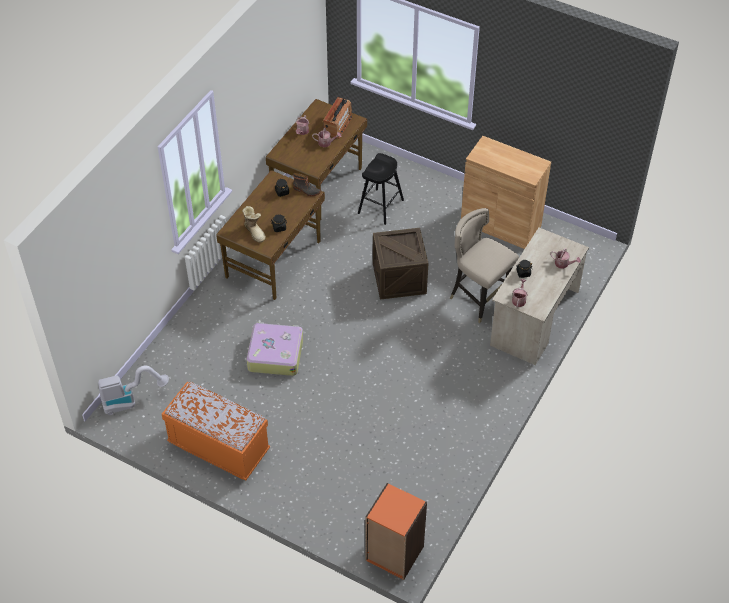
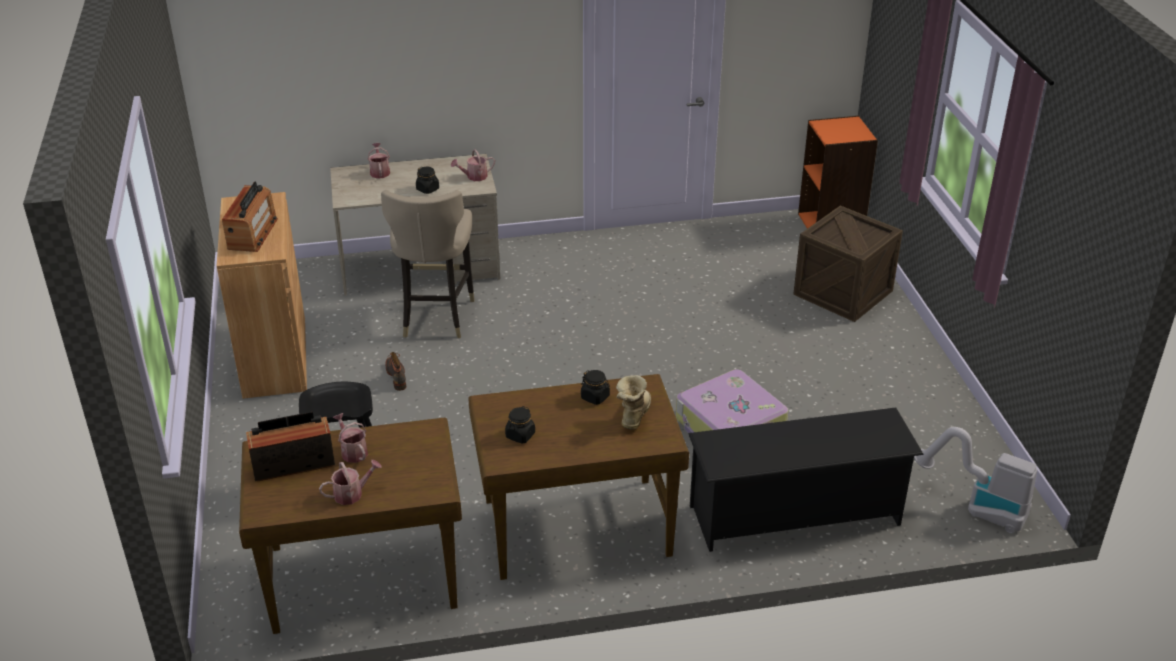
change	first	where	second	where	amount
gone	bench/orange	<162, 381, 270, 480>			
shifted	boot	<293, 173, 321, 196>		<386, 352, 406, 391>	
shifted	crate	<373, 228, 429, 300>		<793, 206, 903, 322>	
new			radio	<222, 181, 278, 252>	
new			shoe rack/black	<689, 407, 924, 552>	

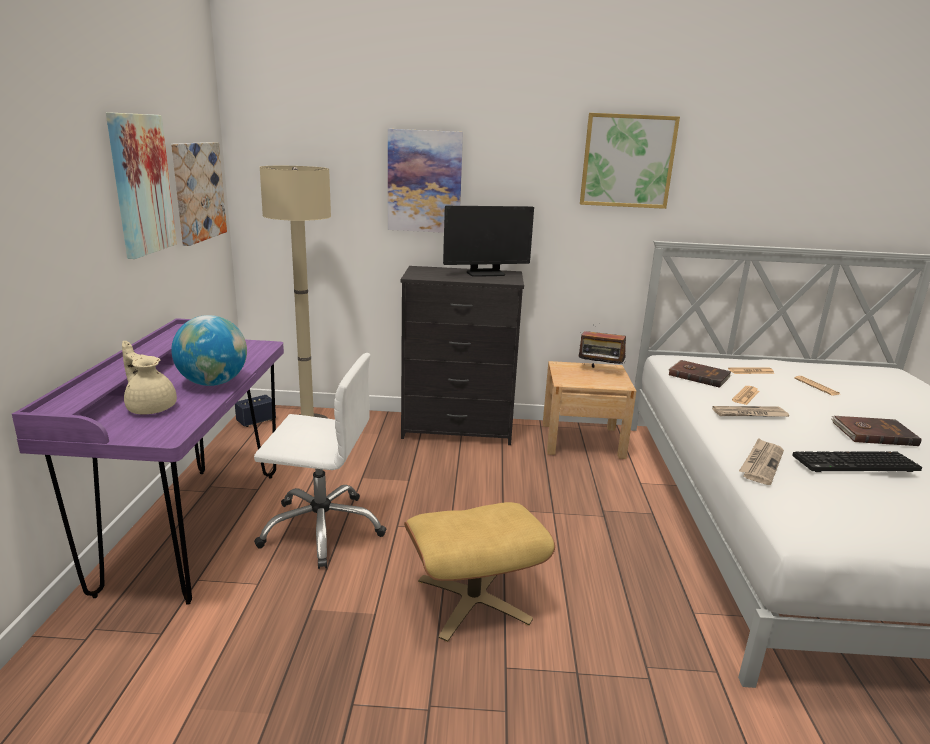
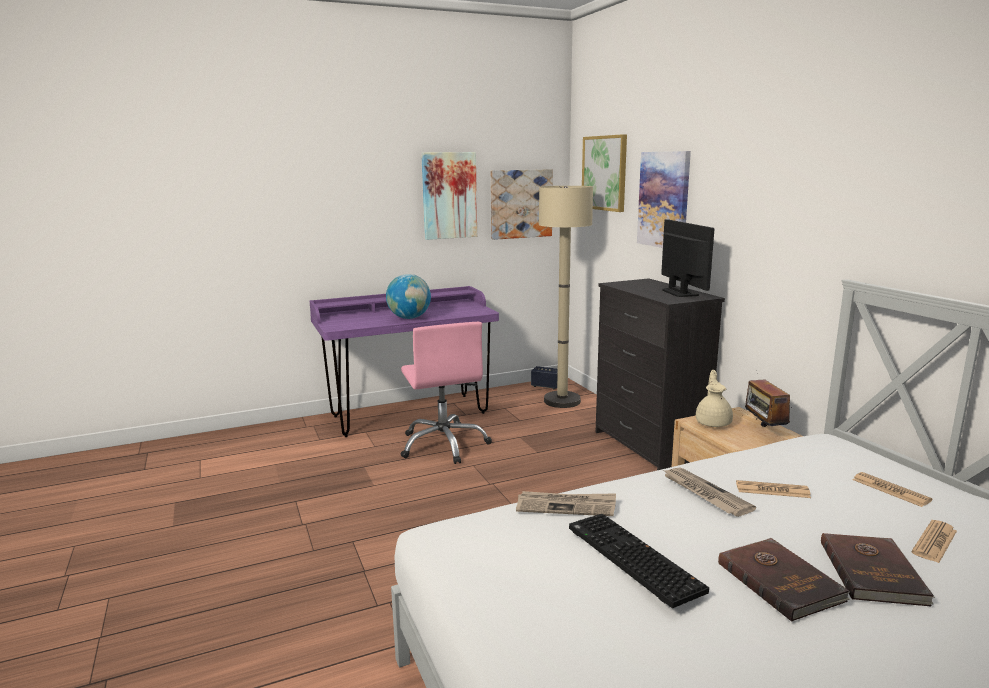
change	first	where	second	where	amount
shifted	teapot/beige	<122, 341, 177, 414>		<696, 370, 733, 427>	
repainted	office chair/white	<254, 353, 386, 569>	office chair/pink	<401, 322, 492, 464>	
gone	ottoman/beige	<404, 502, 555, 642>			
rotated	monitor	<443, 206, 534, 277>		<661, 219, 714, 297>	150 degrees counterclockwise
shifted	picture	<580, 113, 680, 209>		<582, 134, 627, 212>	
shifted	book/brown	<669, 360, 731, 388>		<821, 533, 935, 606>	

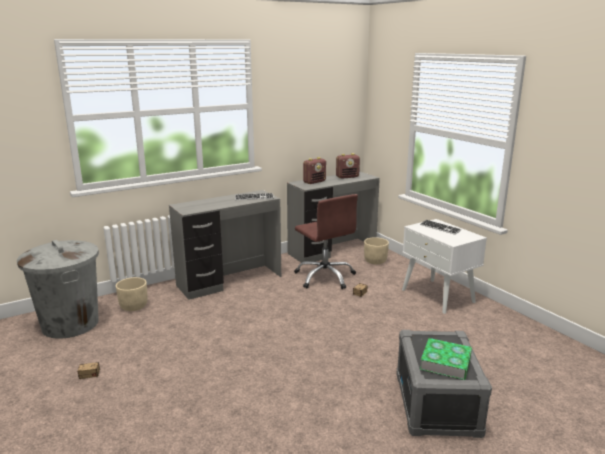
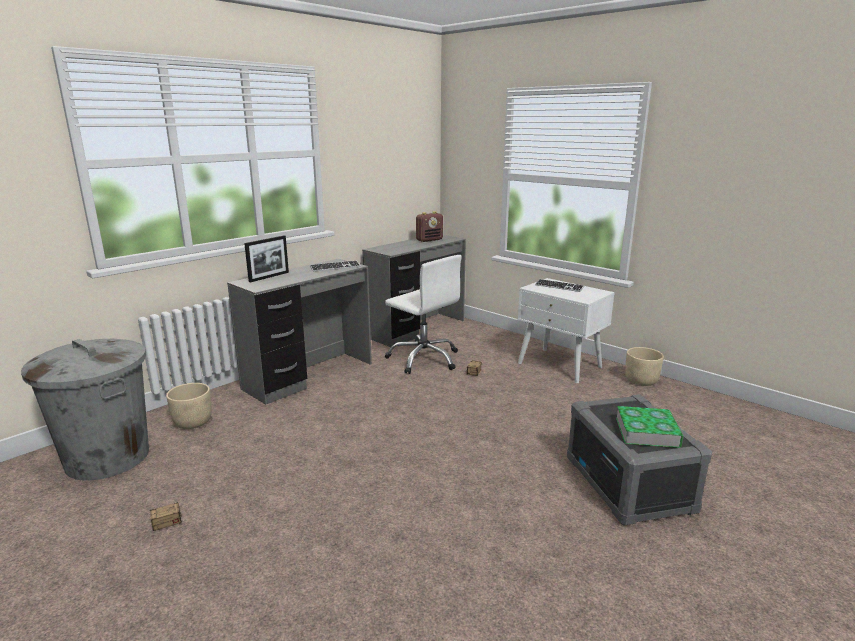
change	first	where	second	where	amount
repainted	office chair/brown	<294, 194, 358, 289>	office chair/white	<385, 255, 462, 374>	
gone	radio	<303, 157, 326, 184>			
shifted	planter/beige	<364, 237, 389, 264>		<625, 347, 664, 386>	
new			picture frame	<244, 236, 289, 283>	

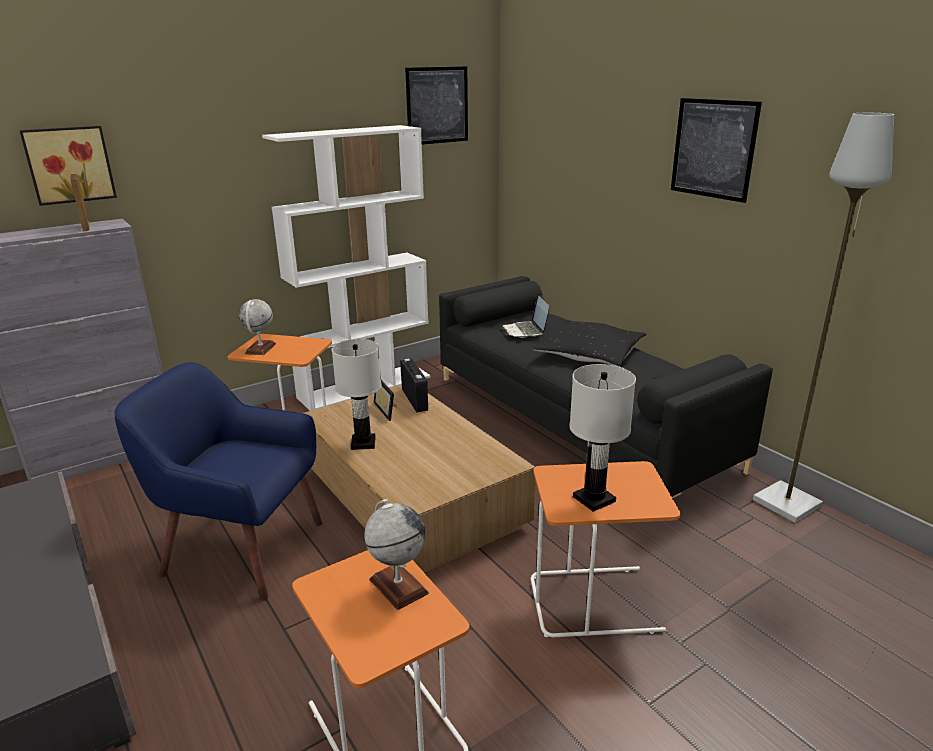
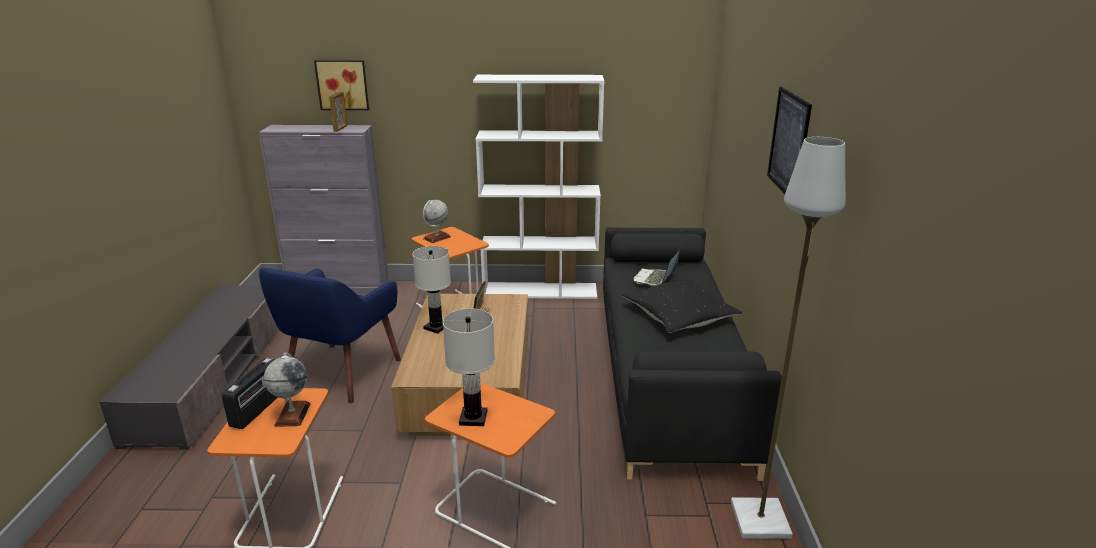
change	first	where	second	where	amount
rotated	armchair/blue	<114, 362, 323, 601>		<259, 268, 401, 403>	120 degrees counterclockwise
shifted	radio	<400, 358, 428, 412>		<222, 358, 278, 429>	
gone	picture	<405, 66, 468, 145>			

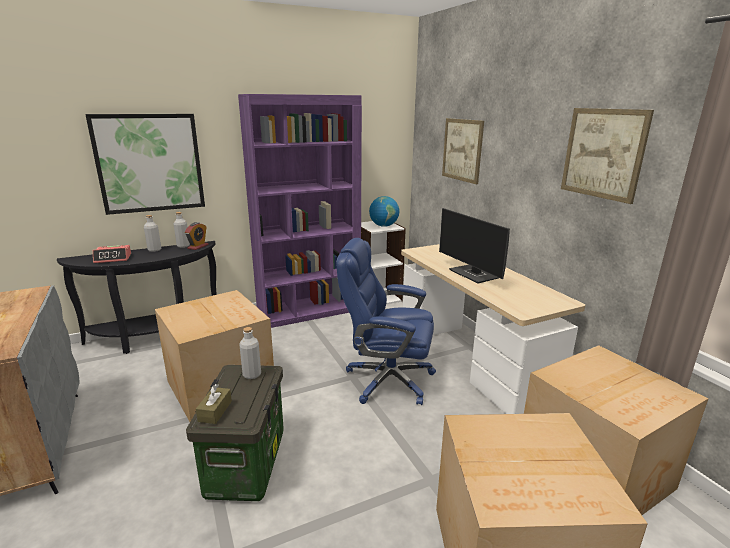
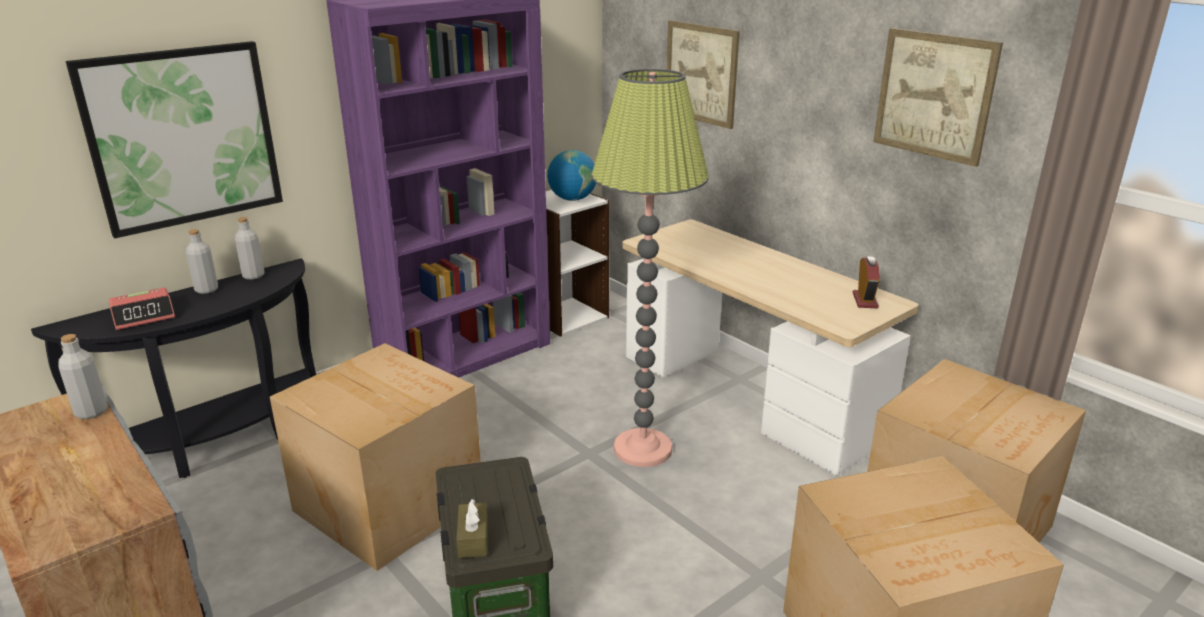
change	first	where	second	where	amount
shifted	alarm clock	<185, 222, 209, 250>		<853, 256, 880, 308>	
shifted	bottle/grey	<240, 327, 261, 379>		<58, 334, 107, 419>	
swapped	office chair/blue	<336, 238, 436, 405>	floor lamp	<591, 69, 709, 467>	
gone	monitor	<439, 208, 510, 283>			

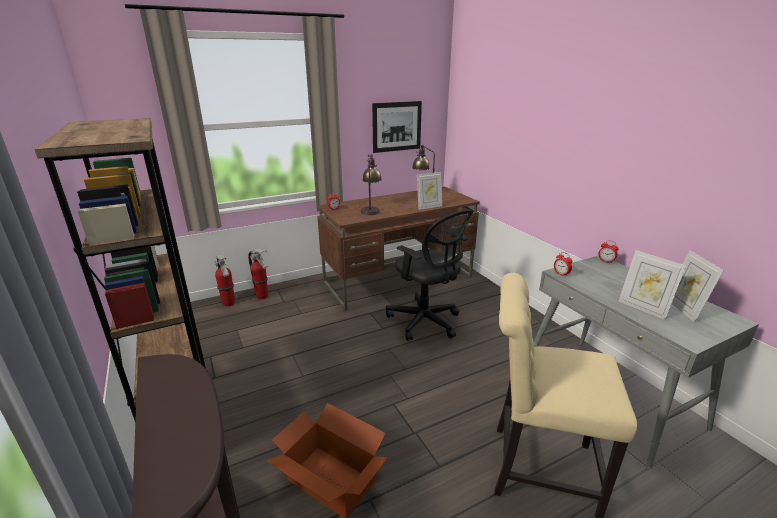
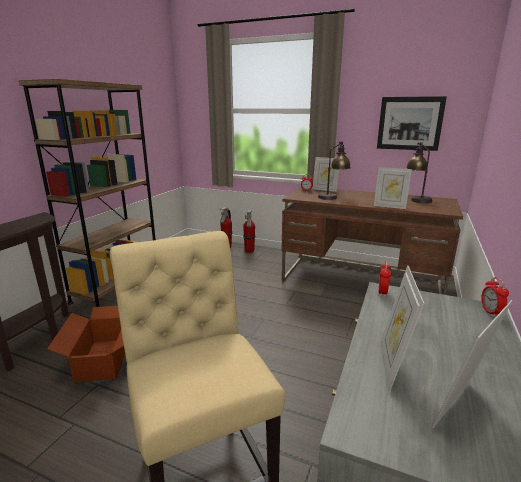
change	first	where	second	where	amount
gone	office chair/black	<386, 209, 473, 341>			
new			picture frame	<312, 157, 339, 192>	

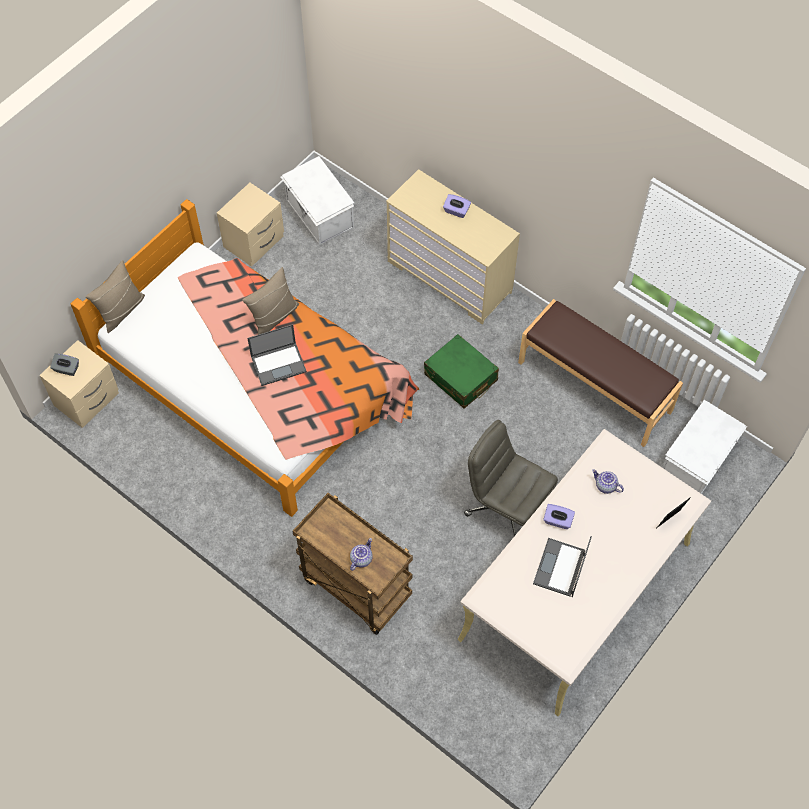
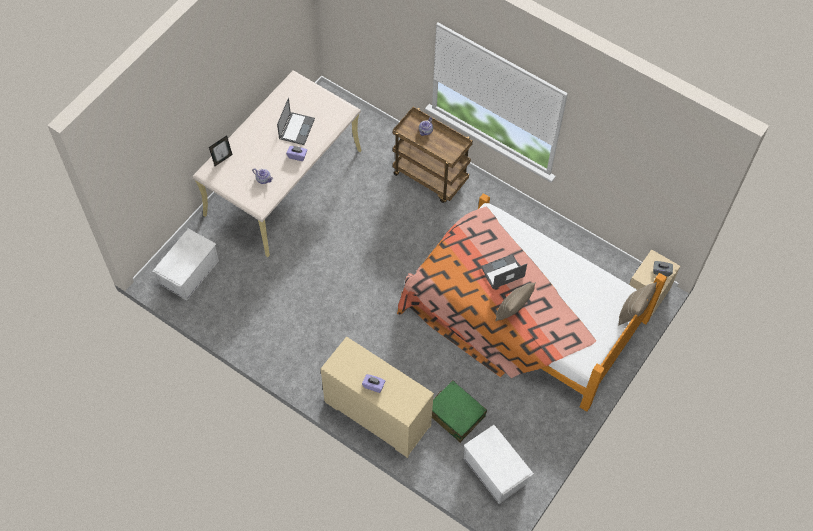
change	first	where	second	where	amount
gone	nightstand/beige	<217, 183, 284, 267>			
shifted	suitcase/green	<424, 334, 499, 408>		<432, 380, 487, 443>	
gone	office chair/grey	<464, 420, 558, 536>			
gone	bench/brown	<518, 299, 683, 447>			

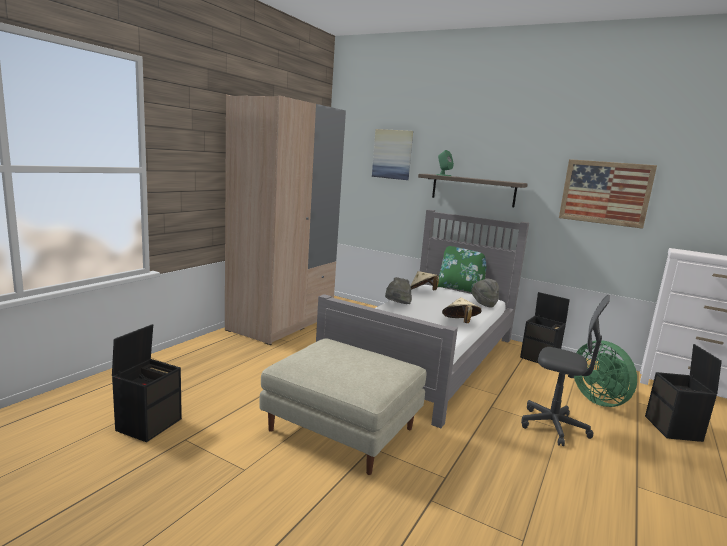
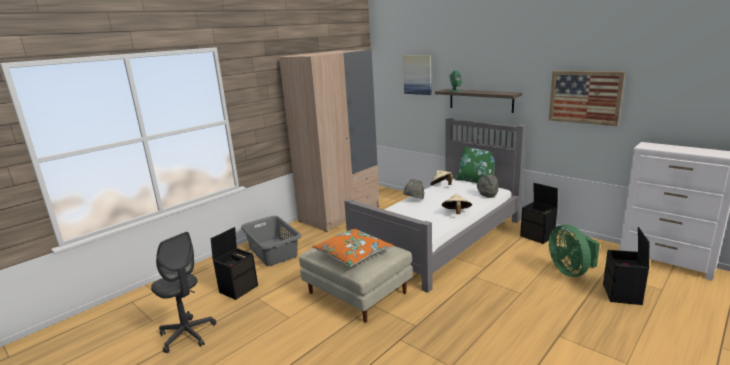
change	first	where	second	where	amount
shifted	office chair/grey	<521, 295, 609, 446>		<151, 232, 216, 353>	
new			laundry basket/grey	<241, 216, 301, 266>	
new			pillow/orange	<312, 229, 394, 267>	

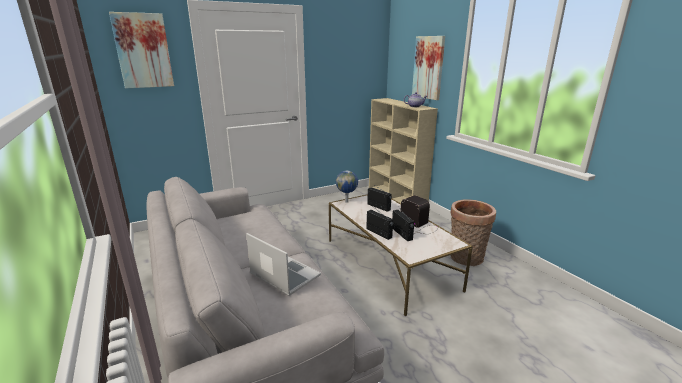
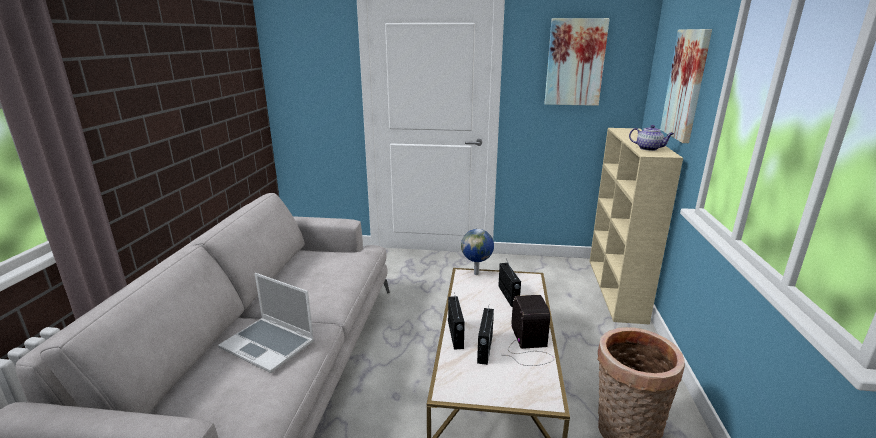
change	first	where	second	where	amount
shifted	picture	<109, 12, 174, 89>		<544, 18, 610, 106>	
rotated	laptop	<246, 233, 321, 296>		<218, 273, 314, 373>	135 degrees clockwise

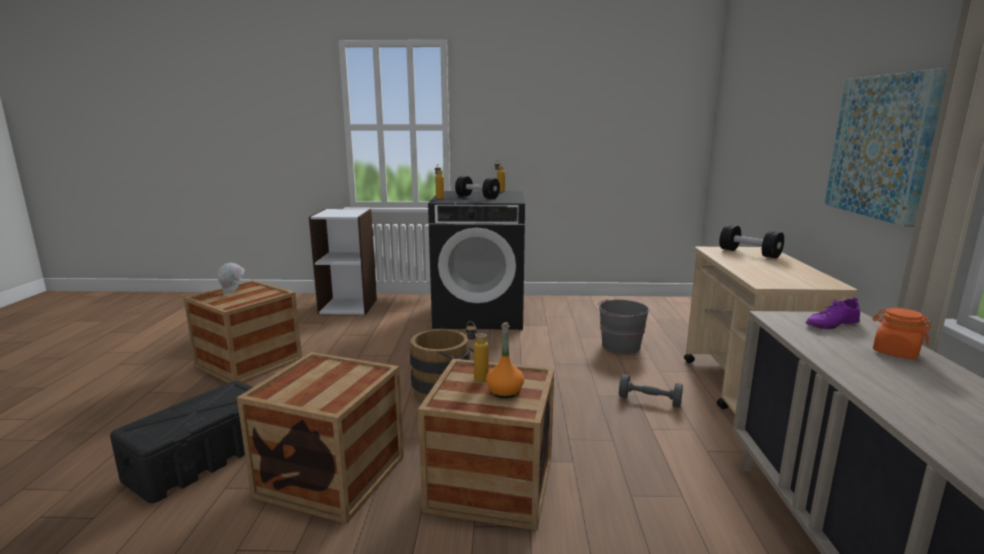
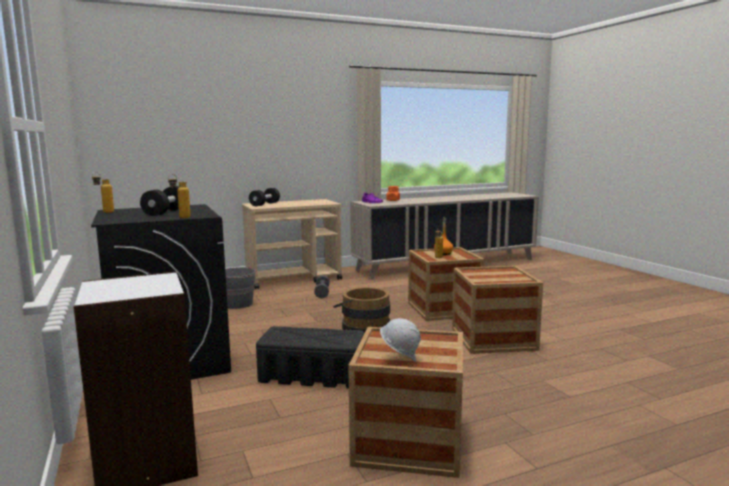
change	first	where	second	where	amount
shifted	storage box/black	<110, 381, 253, 503>		<256, 326, 364, 388>	
gone	picture	<825, 68, 949, 227>			

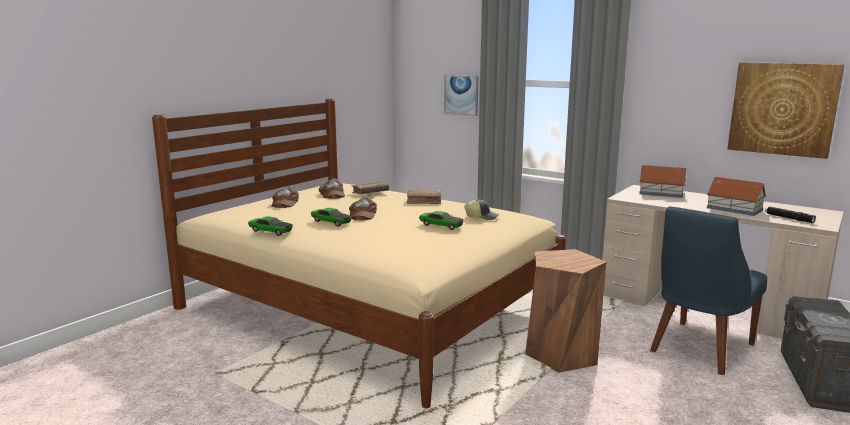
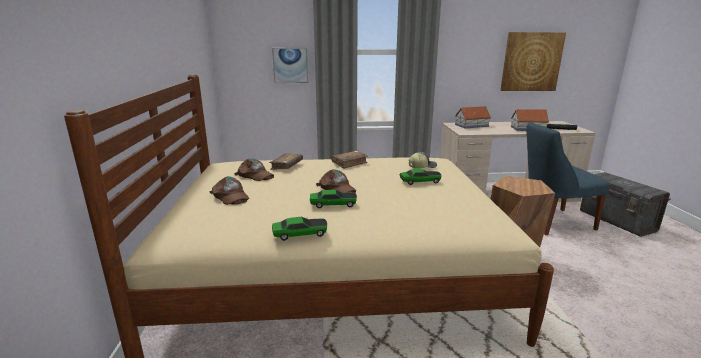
change	first	where	second	where	amount
rotated	chair/blue	<650, 207, 767, 375>		<526, 123, 610, 235>	75 degrees clockwise

